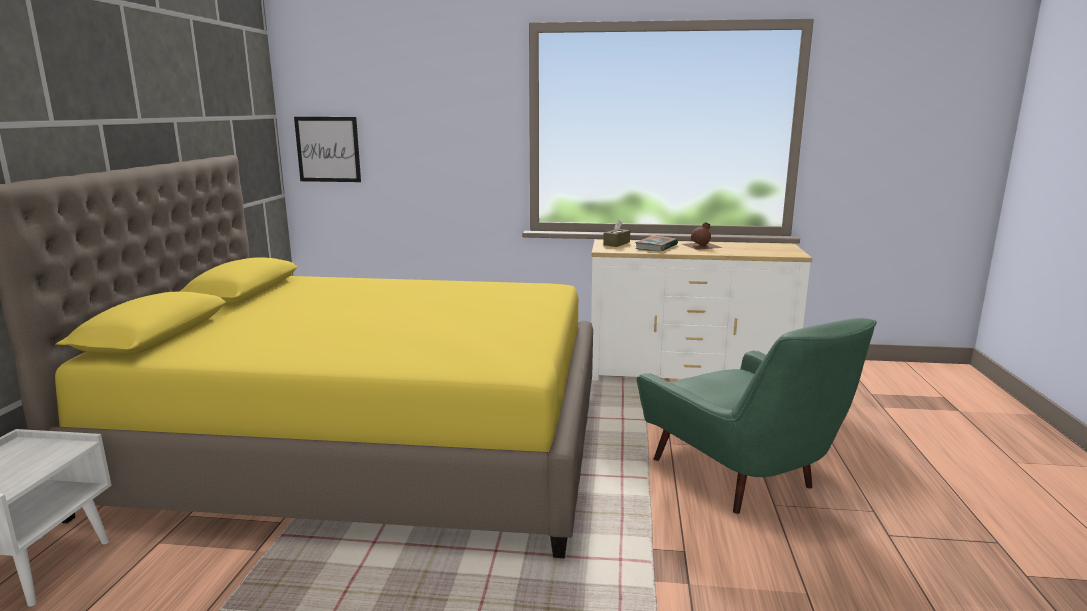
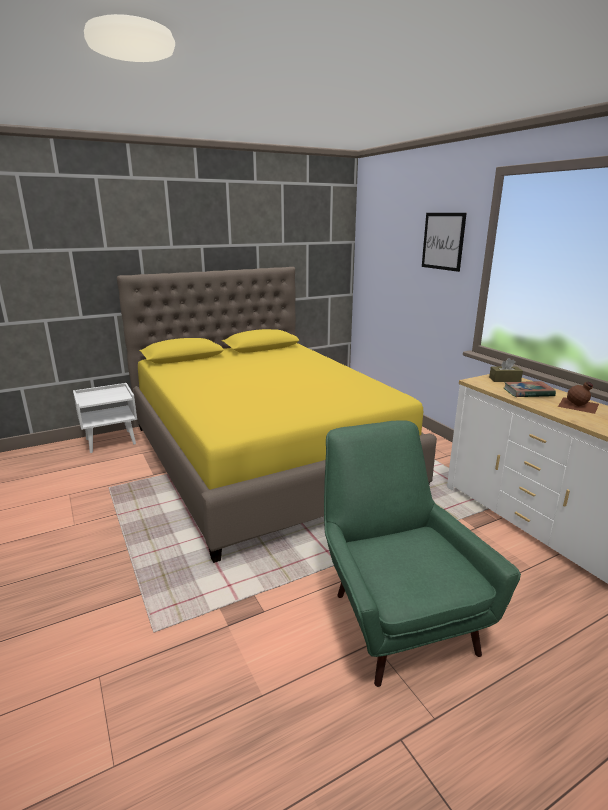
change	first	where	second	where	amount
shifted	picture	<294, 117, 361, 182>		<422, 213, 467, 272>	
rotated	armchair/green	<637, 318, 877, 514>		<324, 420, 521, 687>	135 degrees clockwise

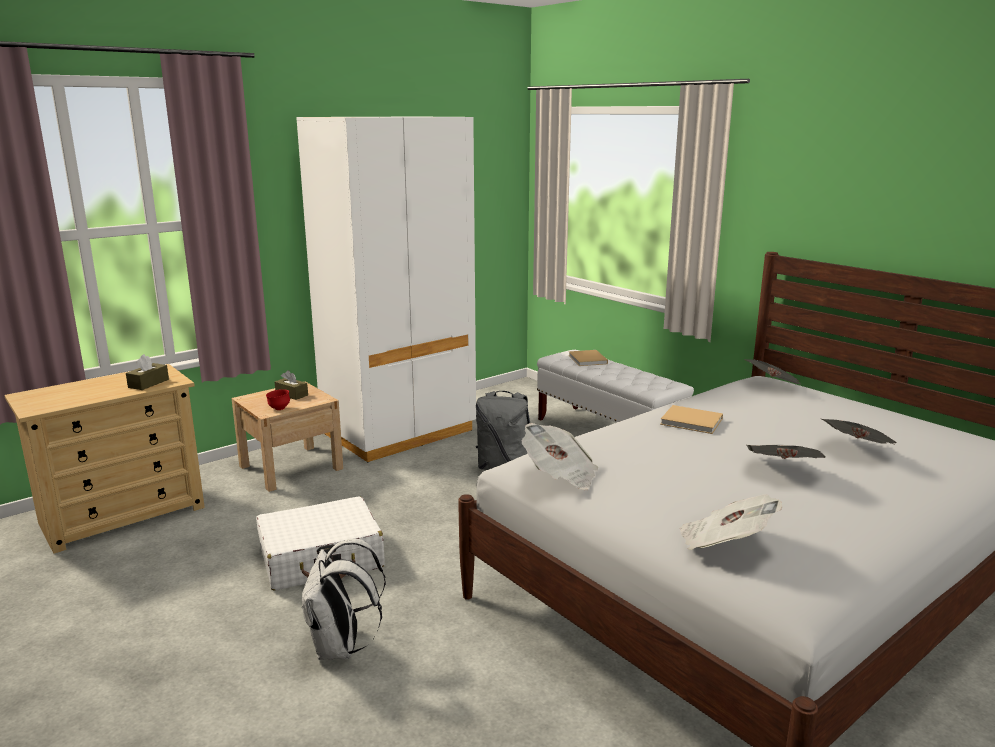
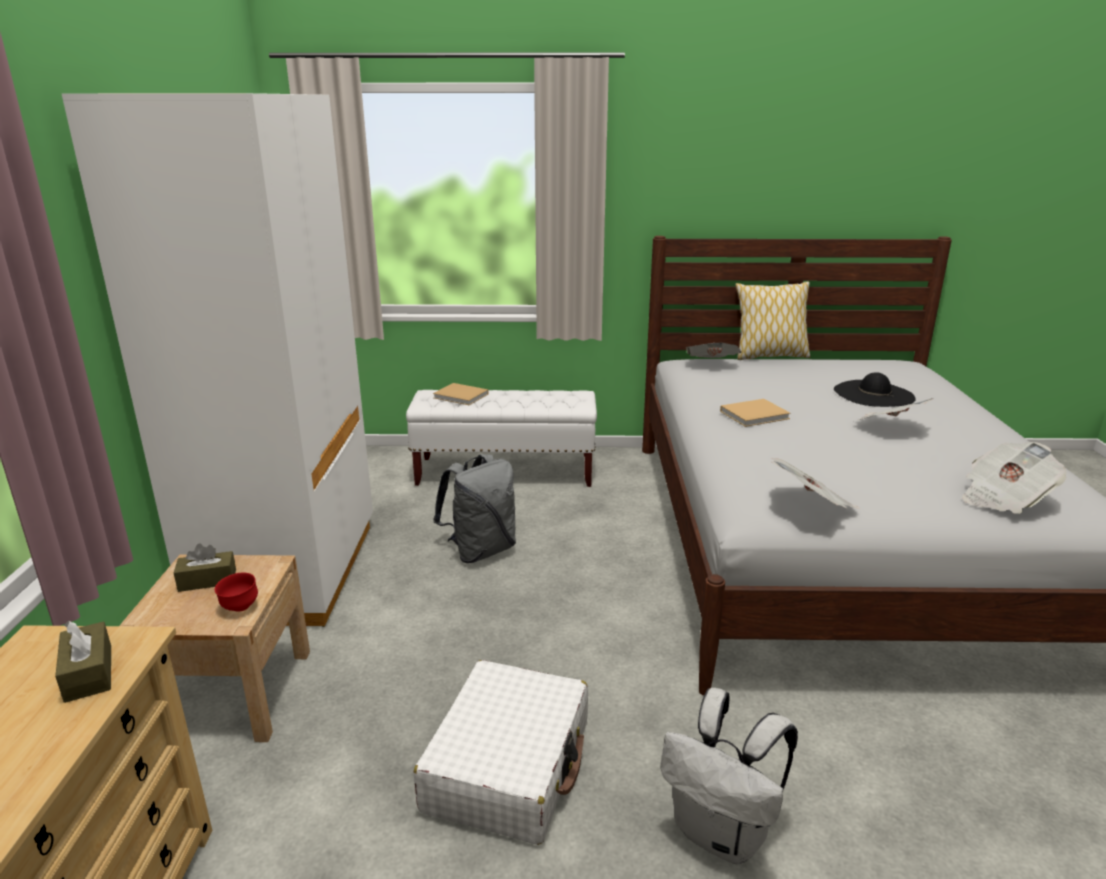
change	first	where	second	where	amount
swapped	newspaper	<822, 419, 897, 444>	hat/black	<834, 372, 916, 407>	
new			pillow	<735, 281, 810, 360>	

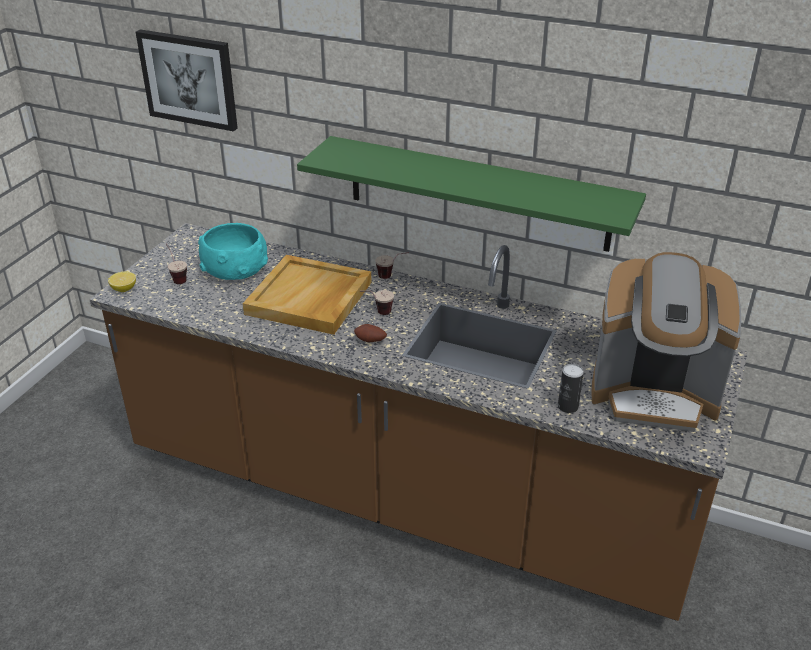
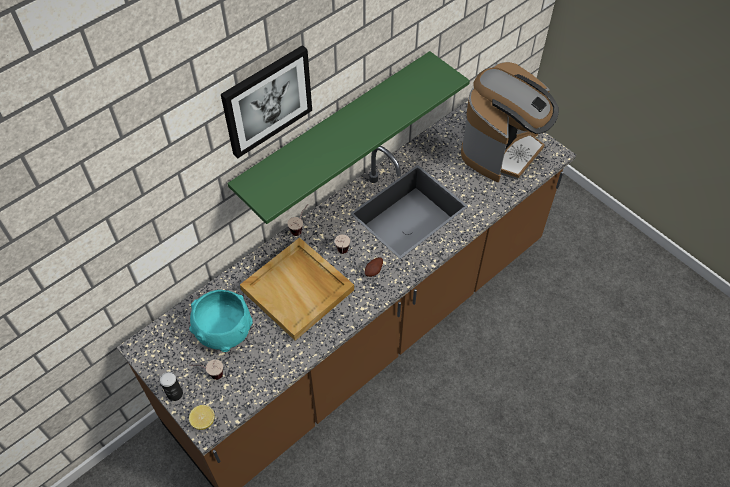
change	first	where	second	where	amount
shifted	picture	<136, 29, 238, 131>		<221, 45, 312, 158>	
shifted	can	<558, 364, 584, 413>		<160, 372, 183, 401>	

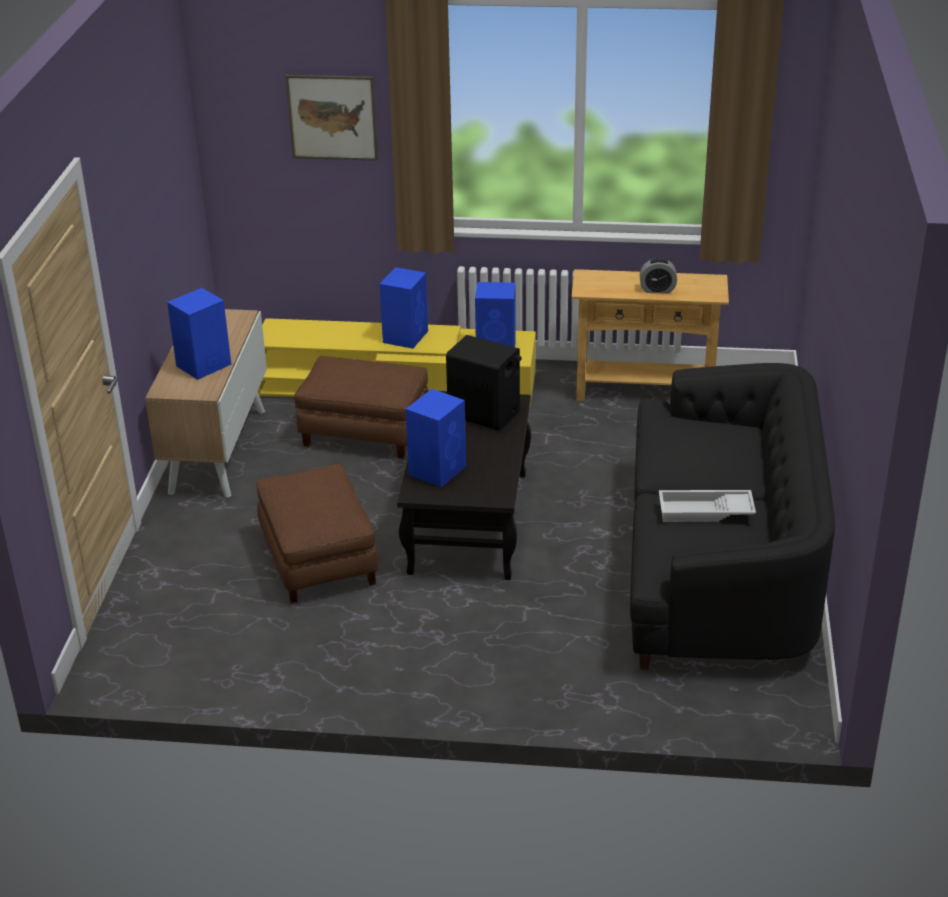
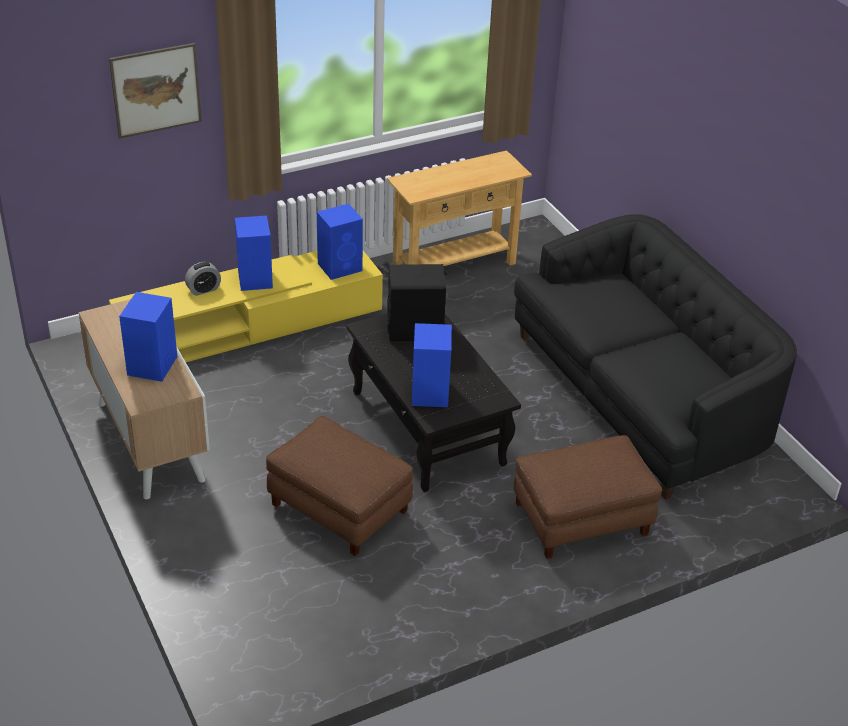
change	first	where	second	where	amount
shifted	ottoman/brown	<294, 356, 428, 459>		<514, 435, 662, 559>	
shifted	alarm clock	<640, 258, 677, 293>		<185, 262, 221, 296>	
gone	tray/white	<659, 490, 756, 522>			

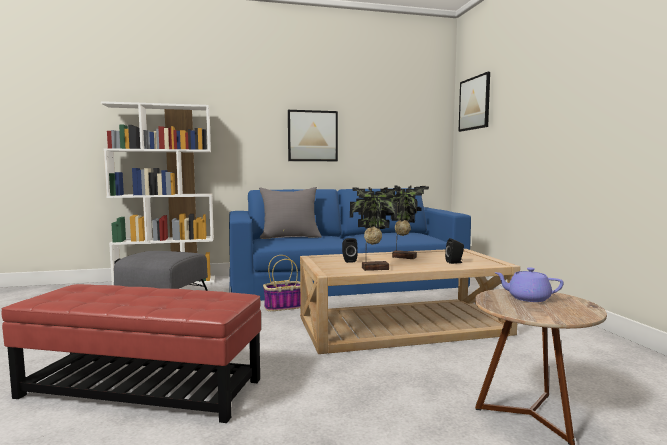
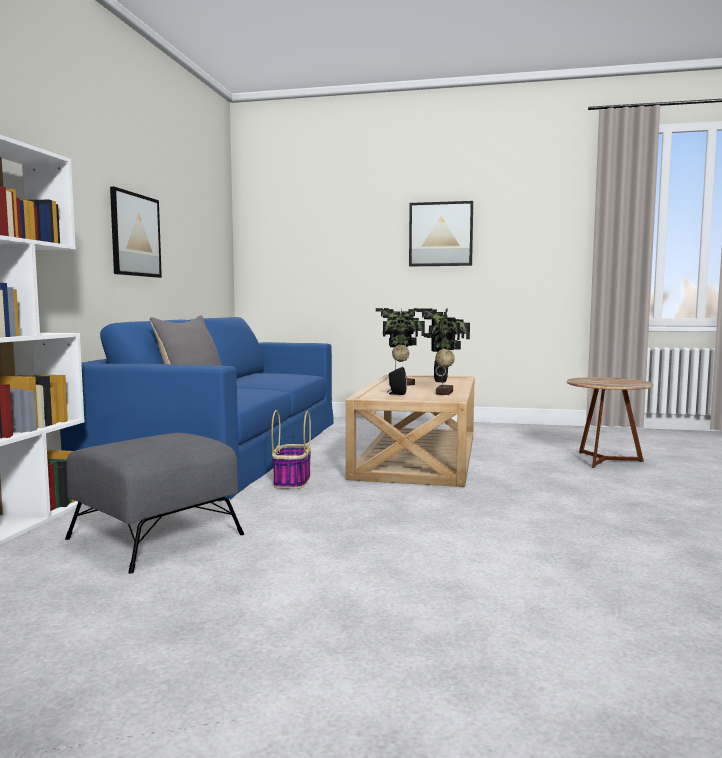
change	first	where	second	where	amount
gone	ottoman/red	<1, 284, 261, 423>			
shifted	picture	<458, 72, 490, 132>		<409, 201, 473, 266>	
gone	teapot/purple	<494, 267, 564, 302>			

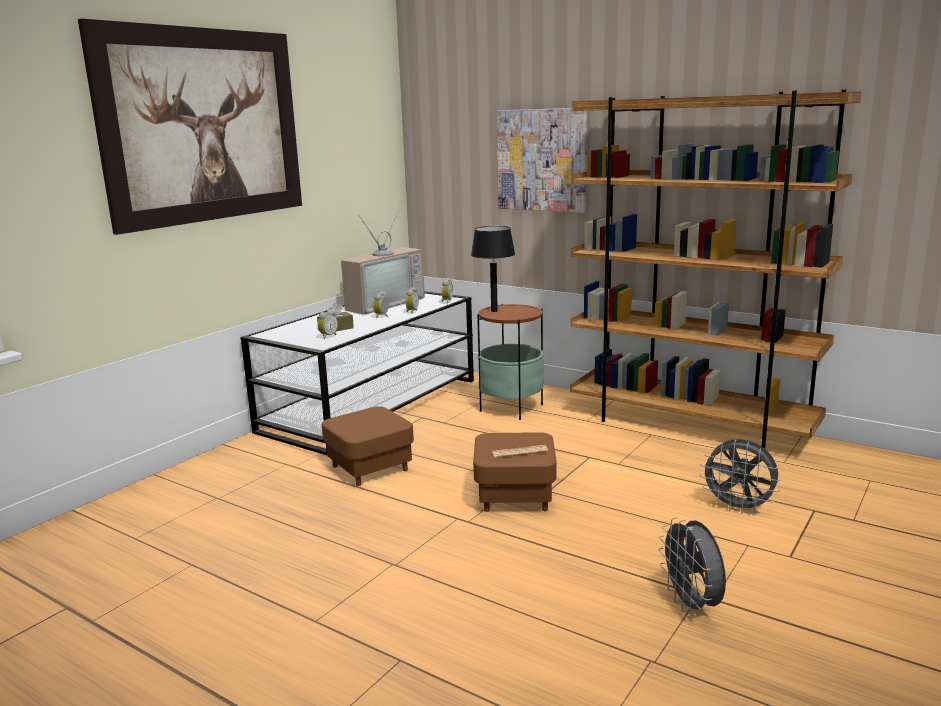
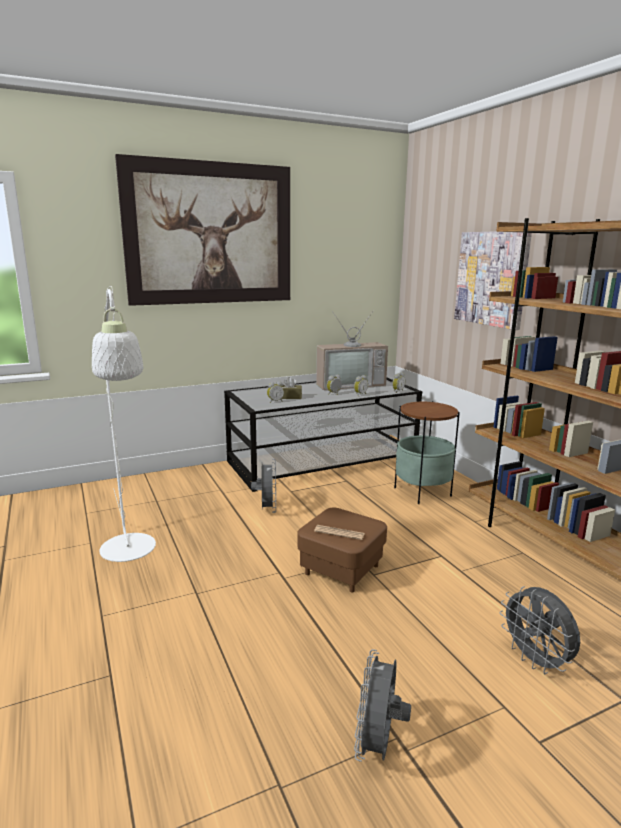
change	first	where	second	where	amount
swapped	ottoman/brown	<322, 406, 414, 486>	fan/grey	<251, 459, 276, 513>	
gone	table lamp/black	<471, 226, 515, 312>			
new			floor lamp/white	<92, 286, 156, 562>	

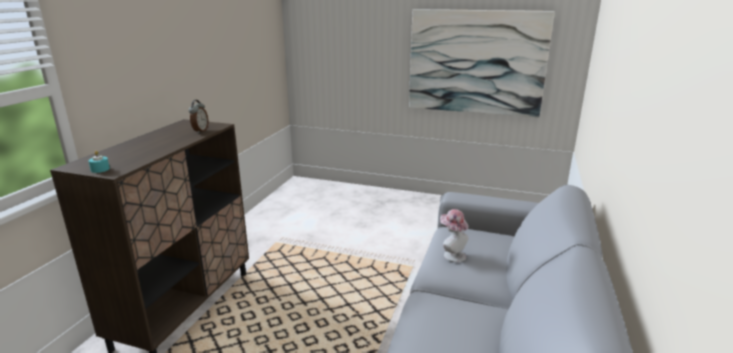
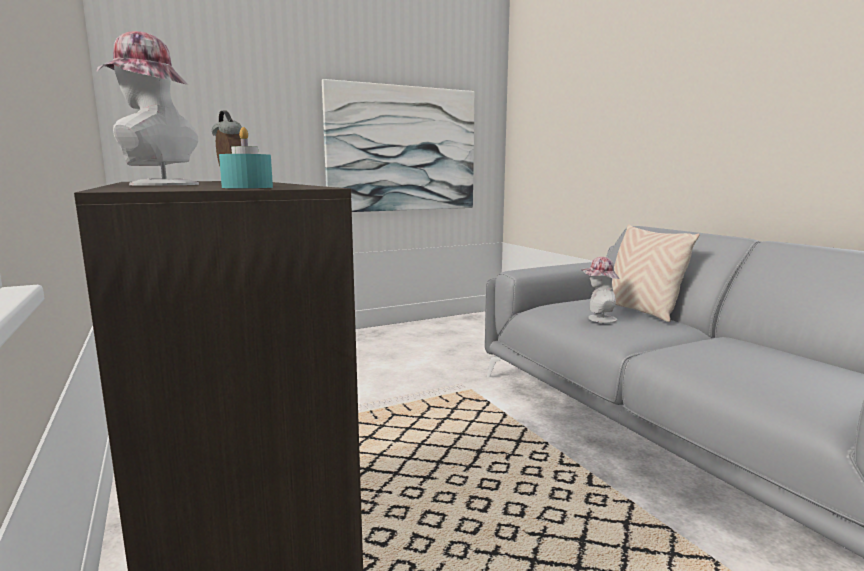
change	first	where	second	where	amount
new			hat	<96, 31, 199, 186>	
new			pillow/beige	<612, 224, 700, 322>	

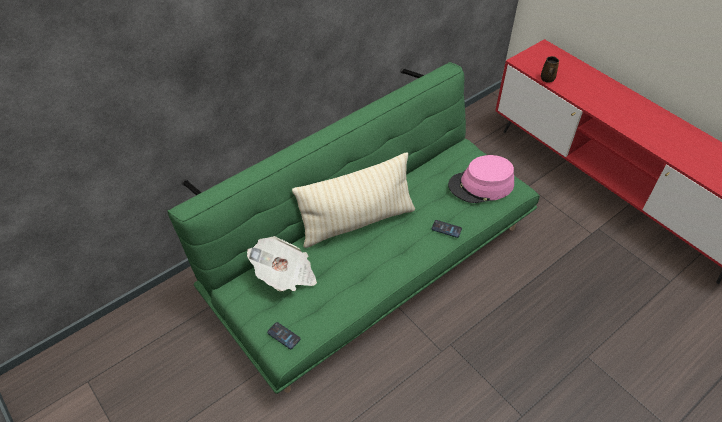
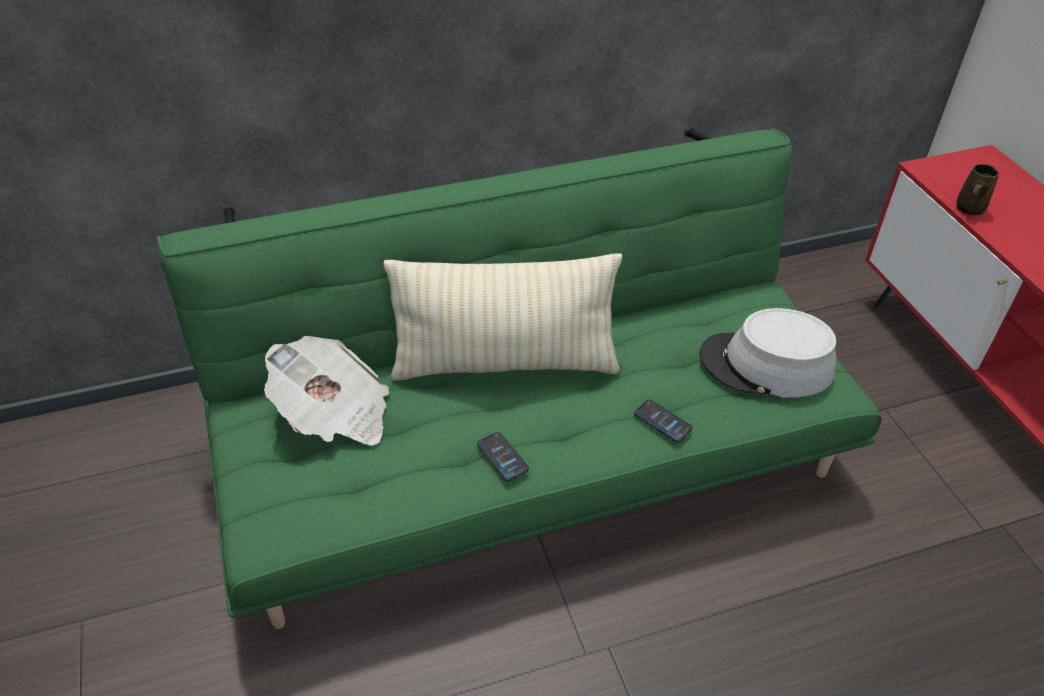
change	first	where	second	where	amount
shifted	phone	<267, 322, 300, 349>		<477, 432, 529, 481>	
repainted	hat/pink	<448, 155, 514, 203>	hat/grey	<699, 308, 836, 398>	

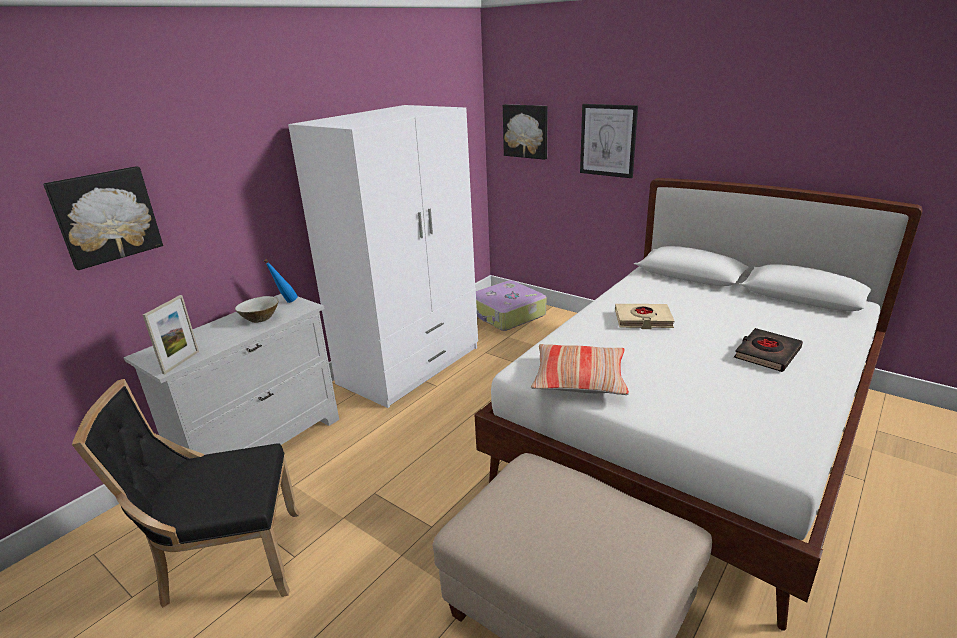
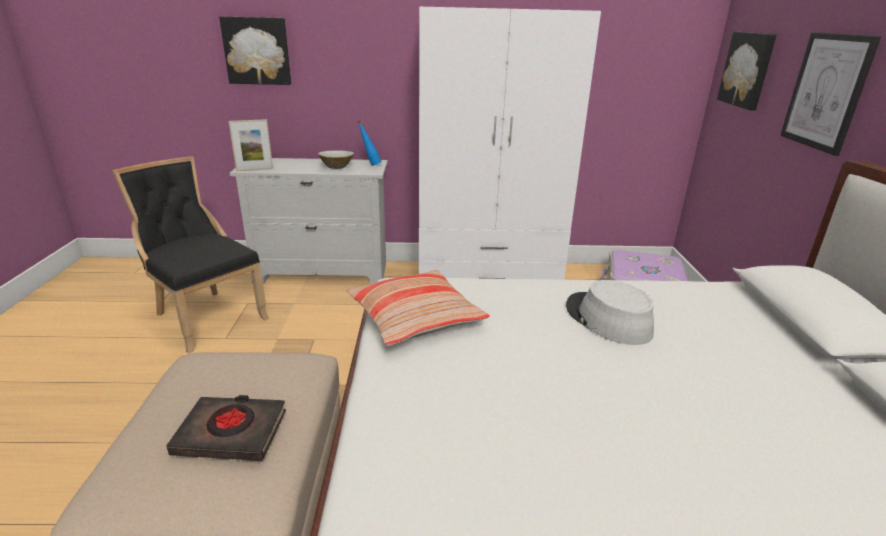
change	first	where	second	where	amount
swapped	book/beige	<615, 304, 675, 329>	hat/grey	<566, 280, 654, 345>	
shifted	book/black	<734, 328, 803, 372>		<166, 395, 286, 461>	

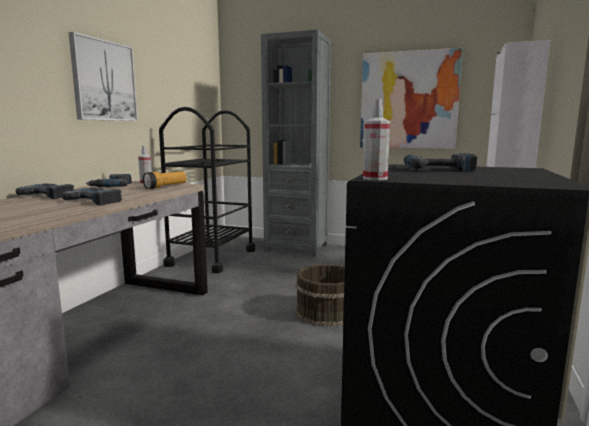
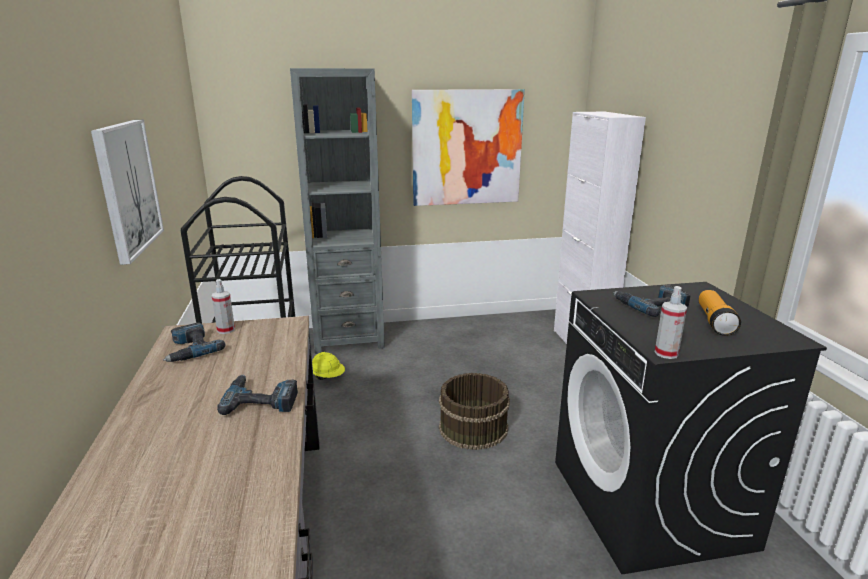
change	first	where	second	where	amount
gone	power drill	<15, 183, 74, 199>			
shifted	flashlight	<143, 171, 186, 189>		<699, 290, 741, 336>	
new			hard hat/yellow	<312, 352, 345, 380>	

